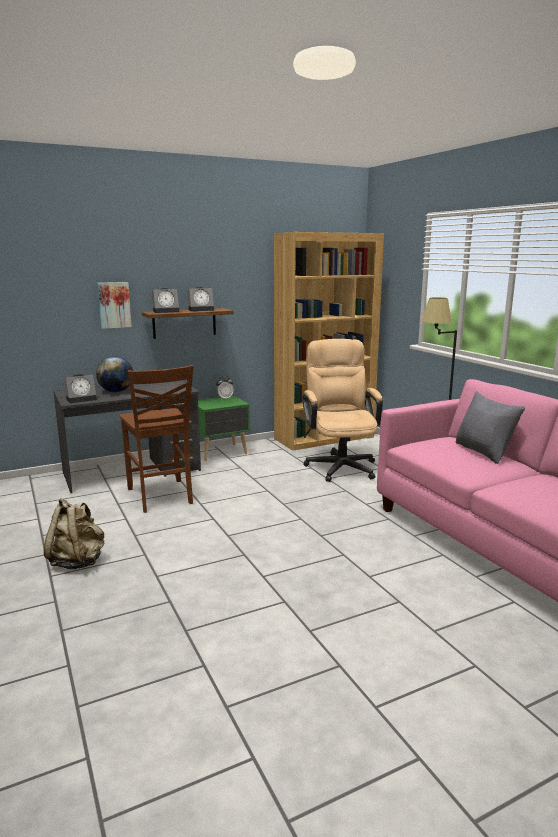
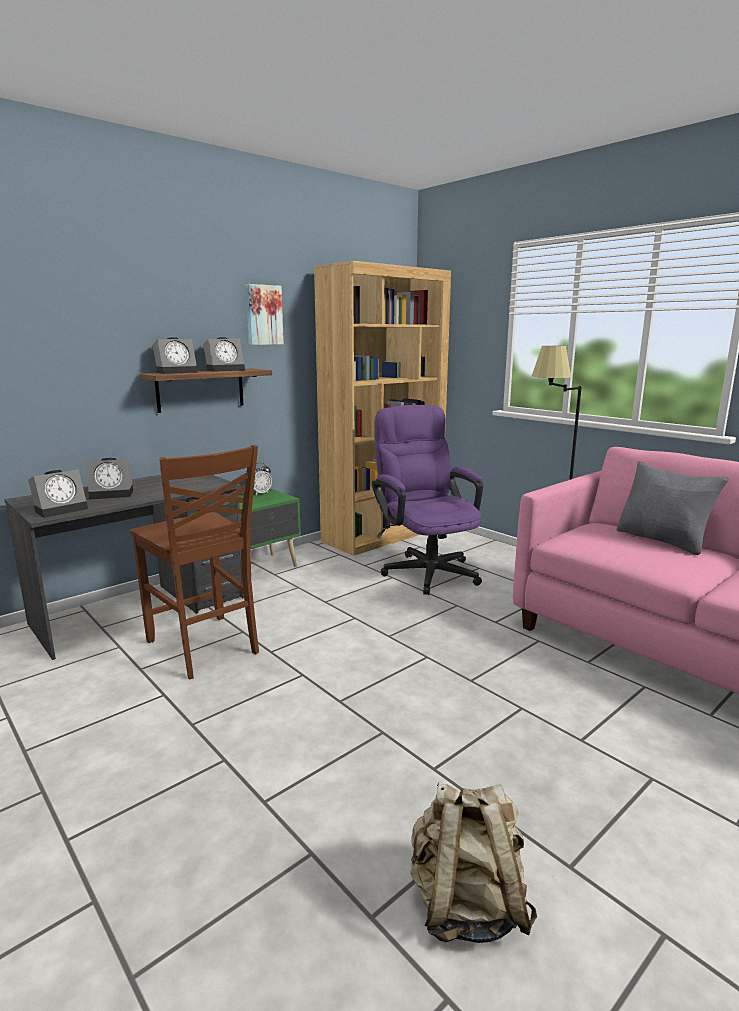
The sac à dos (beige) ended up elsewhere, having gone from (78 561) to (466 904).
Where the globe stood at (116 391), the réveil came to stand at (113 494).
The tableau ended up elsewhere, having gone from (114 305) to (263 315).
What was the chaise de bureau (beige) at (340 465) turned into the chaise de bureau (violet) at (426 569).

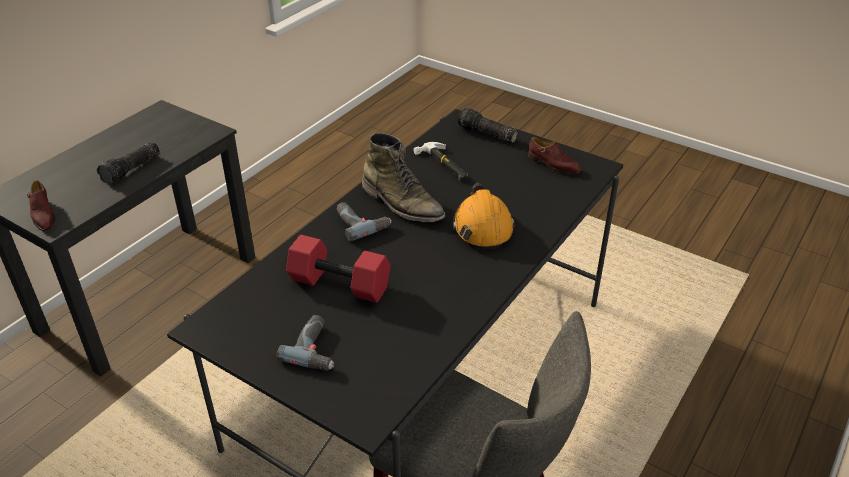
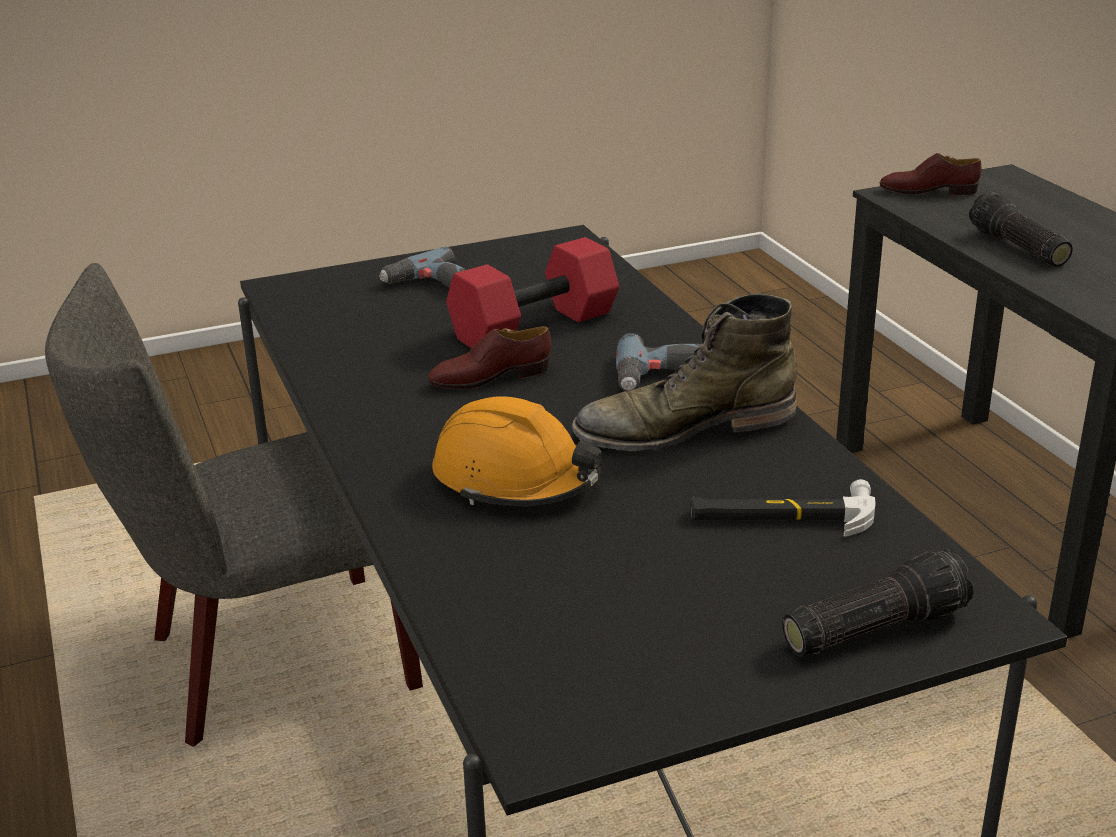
The chaussure (marron) ended up elsewhere, having gone from (553 165) to (490 377).

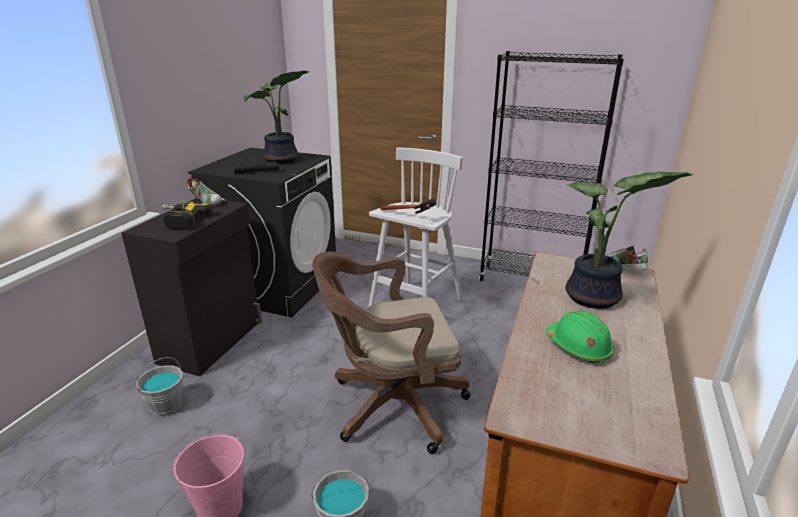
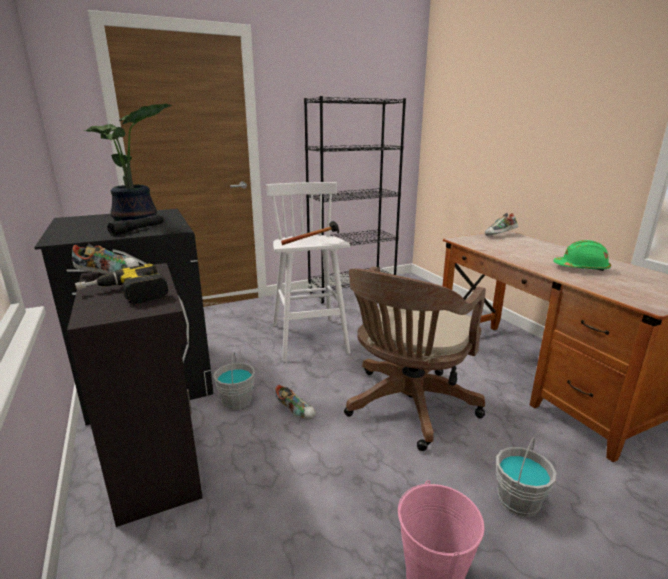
The seau (gris) ended up elsewhere, having gone from (166 405) to (236 401).
The second view lost the plante en pot at (595 299).
The second view gained the chaussure at (295 411).

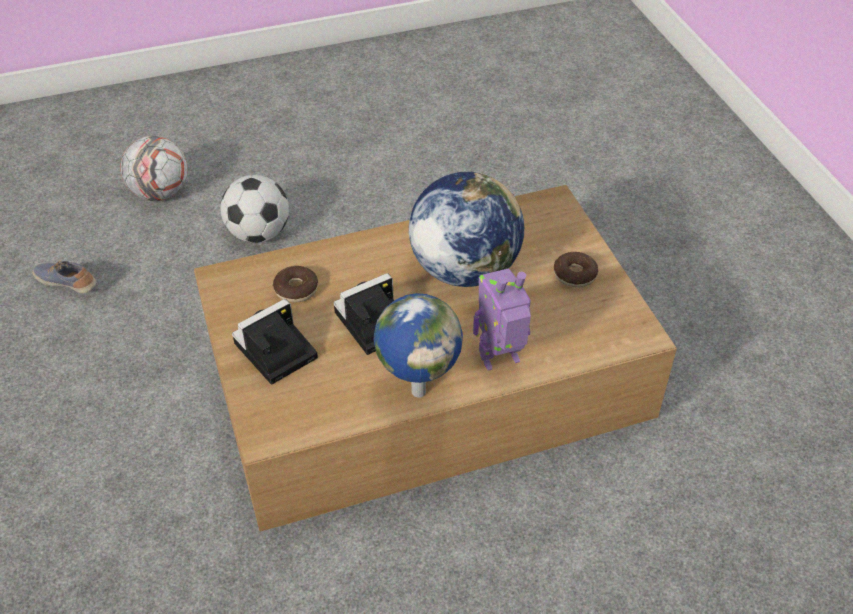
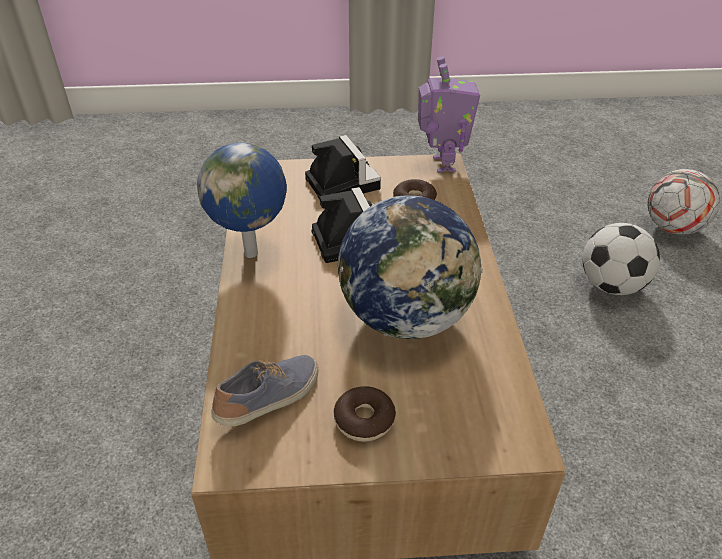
The chaussure ended up elsewhere, having gone from (67 283) to (270 399).
The robot jouet ended up elsewhere, having gone from (500 360) to (442 164).

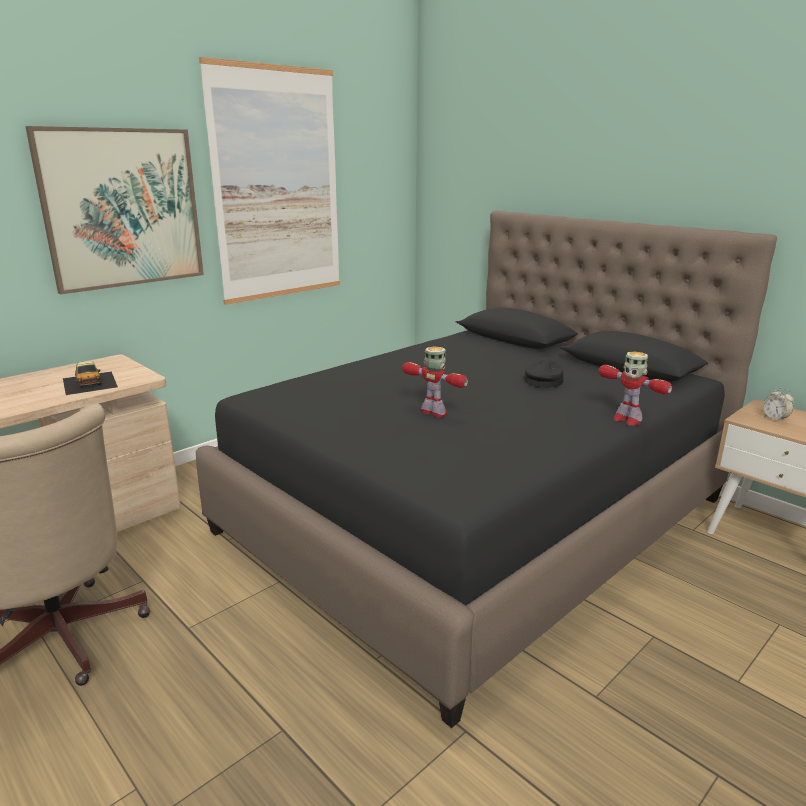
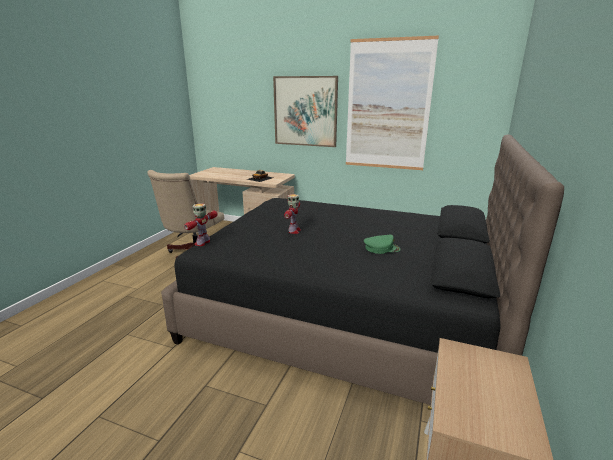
What was the casquette (noir) at (543 380) turned into the casquette (vert) at (381 248).
The robot jouet ended up elsewhere, having gone from (626 419) to (203 243).
The second view lost the réveil at (775 418).

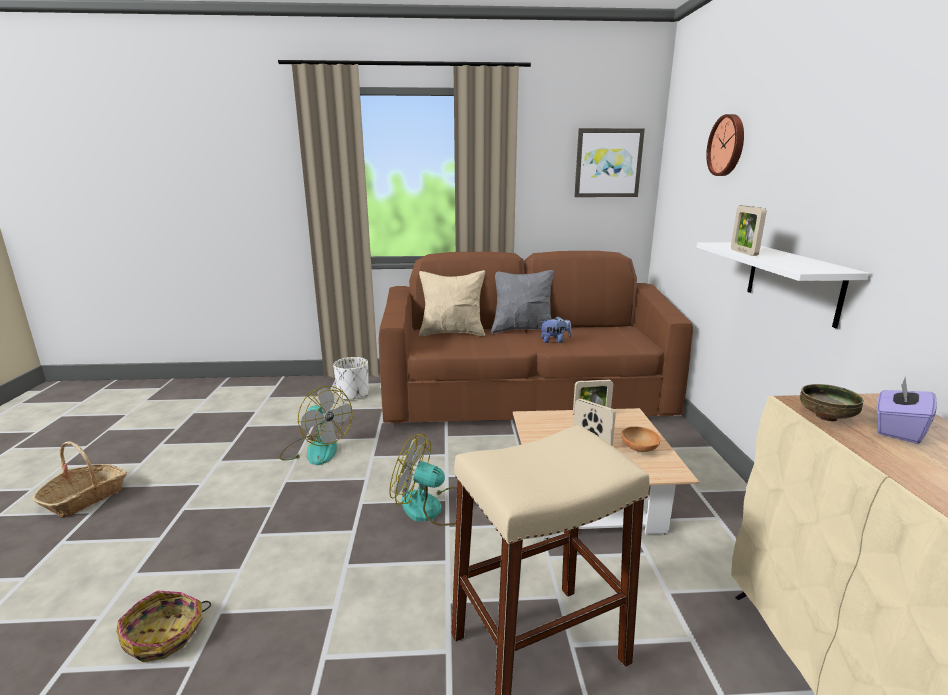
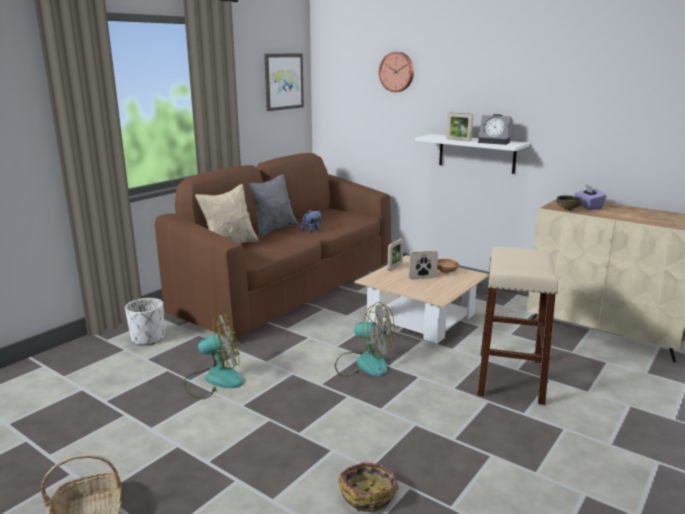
The ventilateur at (431 508) ended up facing another way, 120 degrees counterclockwise from before.
The second view gained the réveil at (495 142).

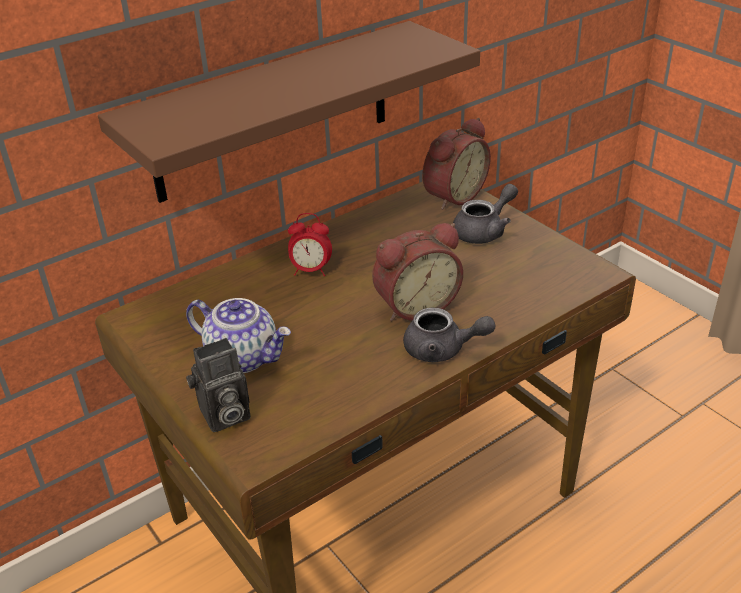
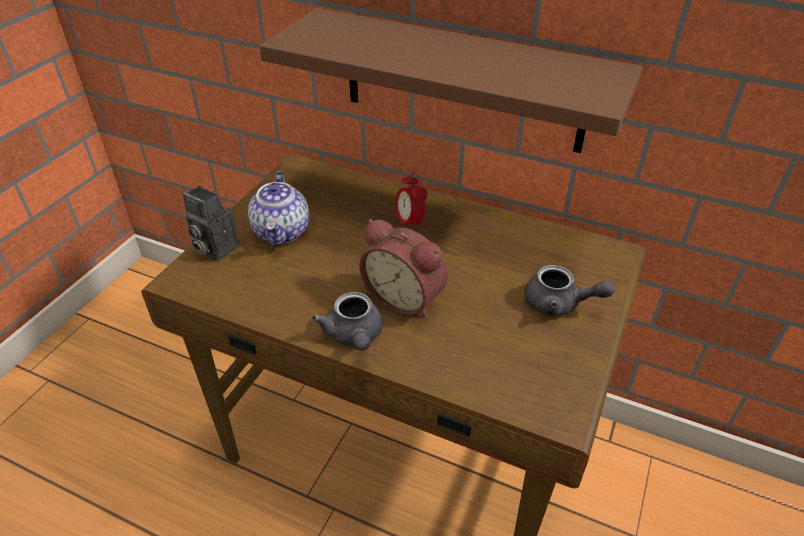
The second view lost the réveil at (452 196).

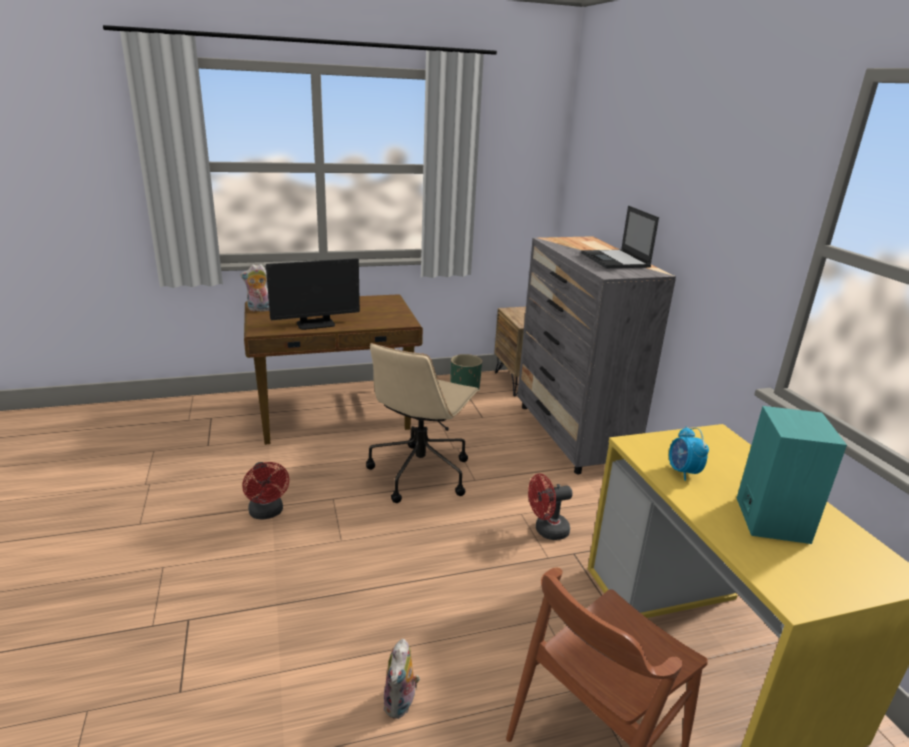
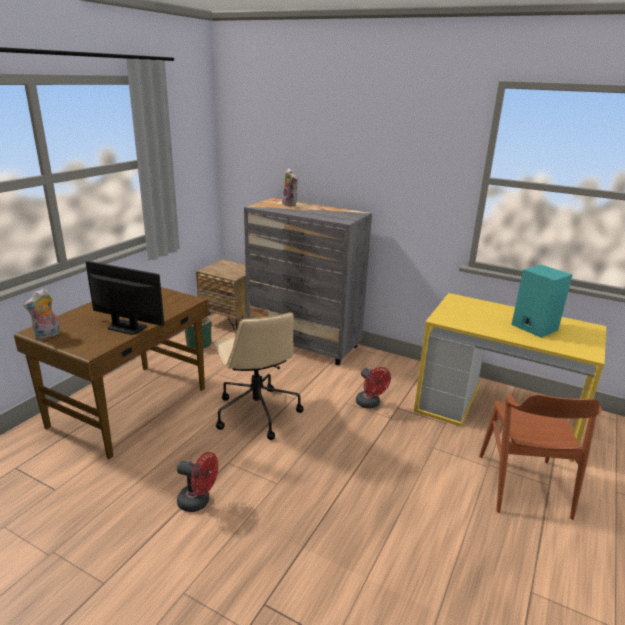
The écran d'ordinateur at (315 324) ended up facing another way, 90 degrees counterclockwise from before.
The peluche ended up elsewhere, having gone from (401 704) to (290 204).
The ventilateur (rouge) at (546 531) ended up facing another way, 60 degrees counterclockwise from before.
The second view lost the ordinateur portable at (615 260).
The second view lost the réveil at (683 472).

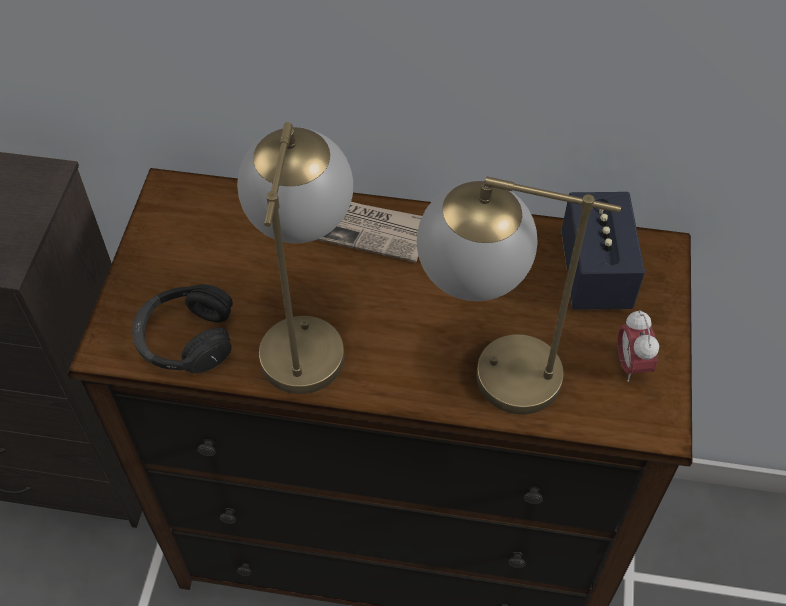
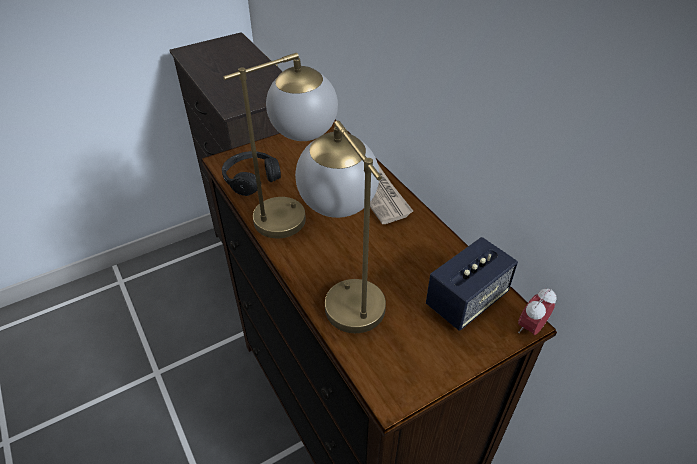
The réveil ended up elsewhere, having gone from (631 364) to (531 328).

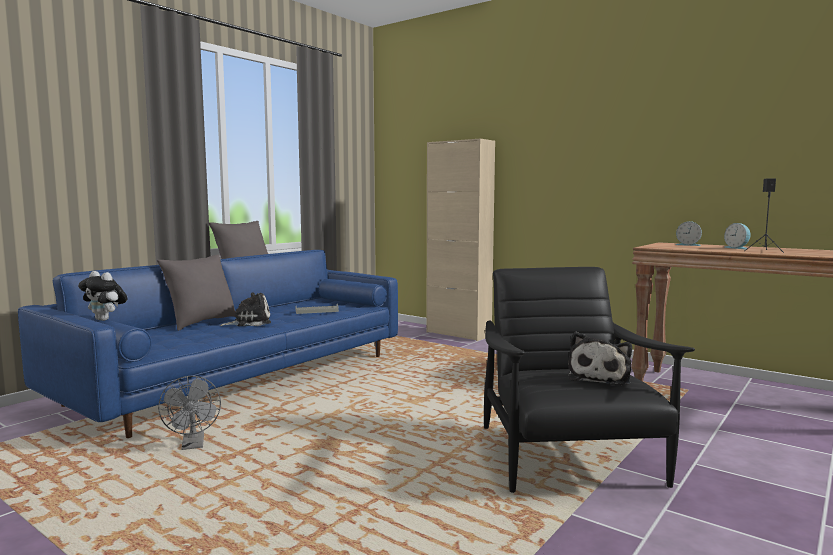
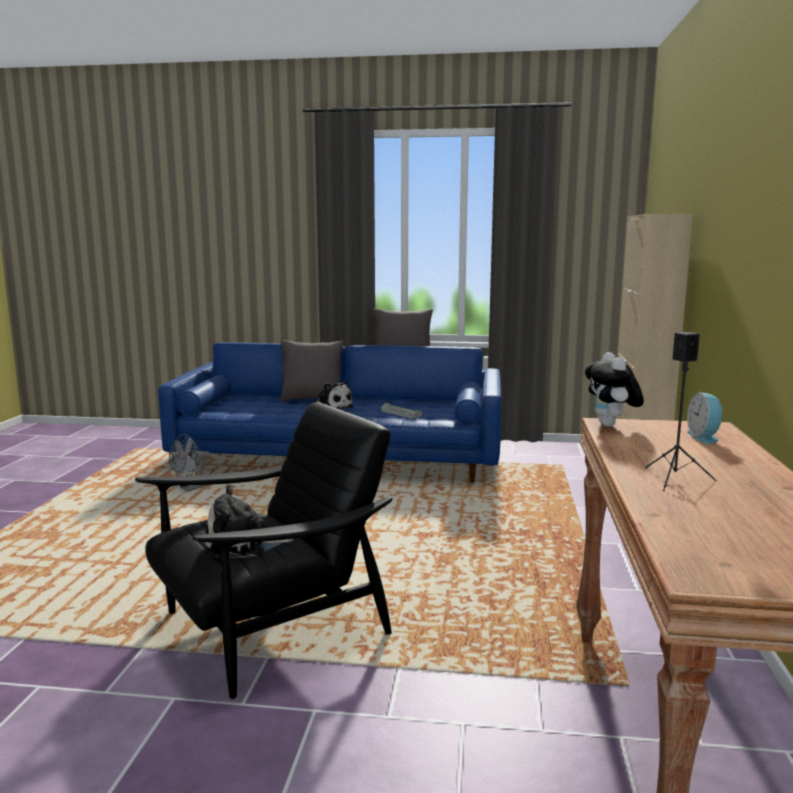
The peluche ended up elsewhere, having gone from (105 319) to (611 425).
The second view lost the réveil at (737 248).

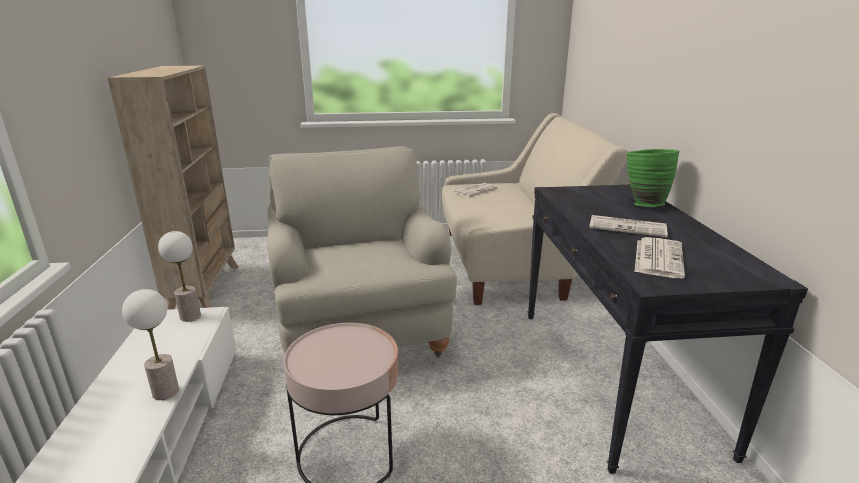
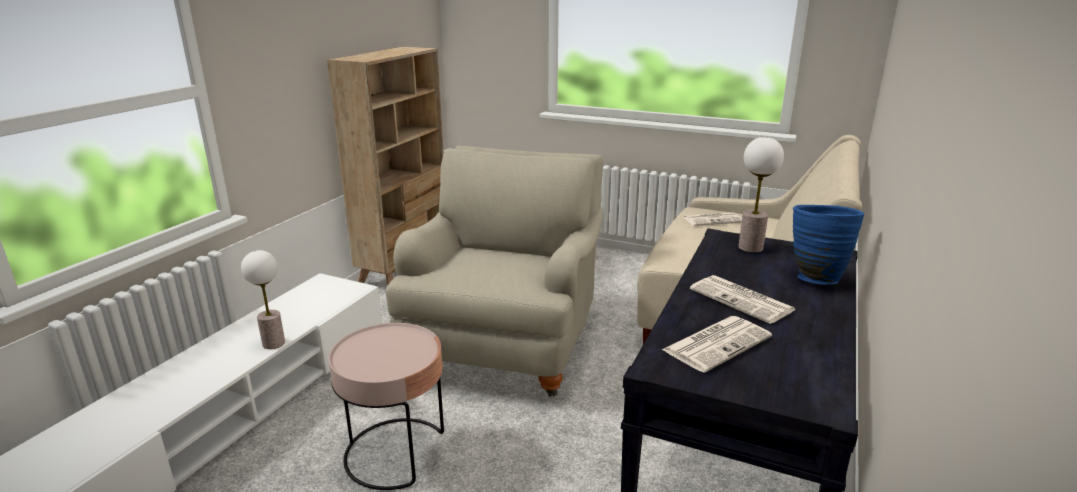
The lampe de table ended up elsewhere, having gone from (190 316) to (750 247).
What was the vase (vert) at (643 204) turned into the vase (bleu) at (814 277).

